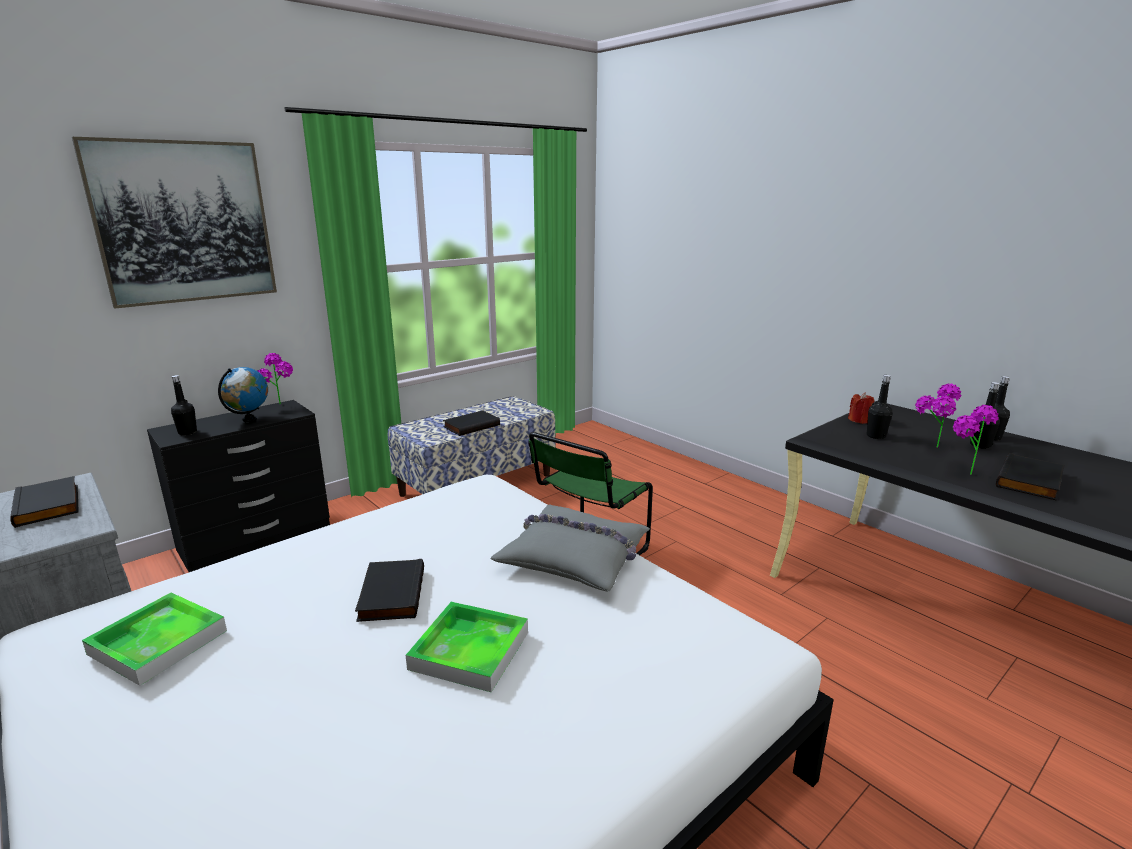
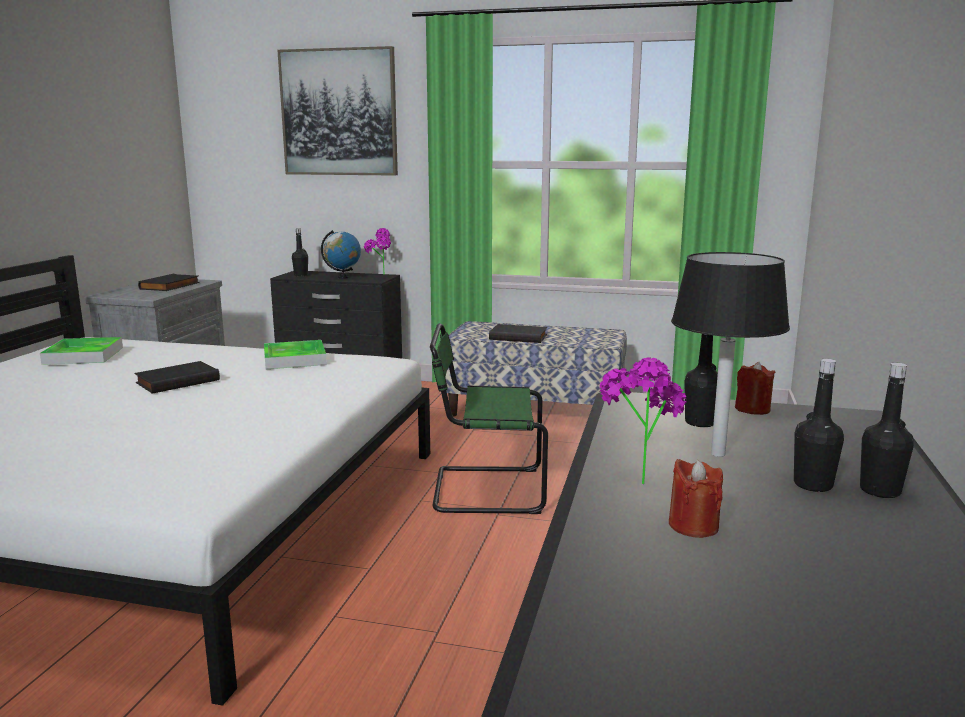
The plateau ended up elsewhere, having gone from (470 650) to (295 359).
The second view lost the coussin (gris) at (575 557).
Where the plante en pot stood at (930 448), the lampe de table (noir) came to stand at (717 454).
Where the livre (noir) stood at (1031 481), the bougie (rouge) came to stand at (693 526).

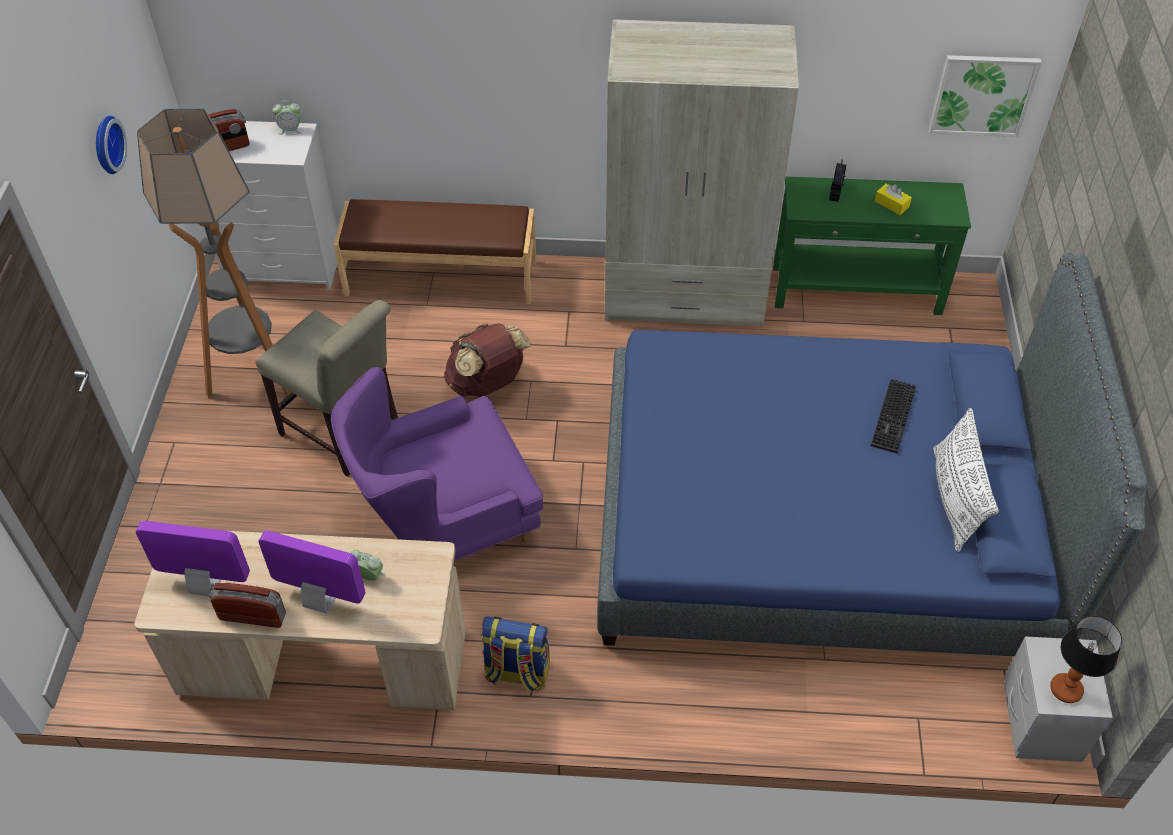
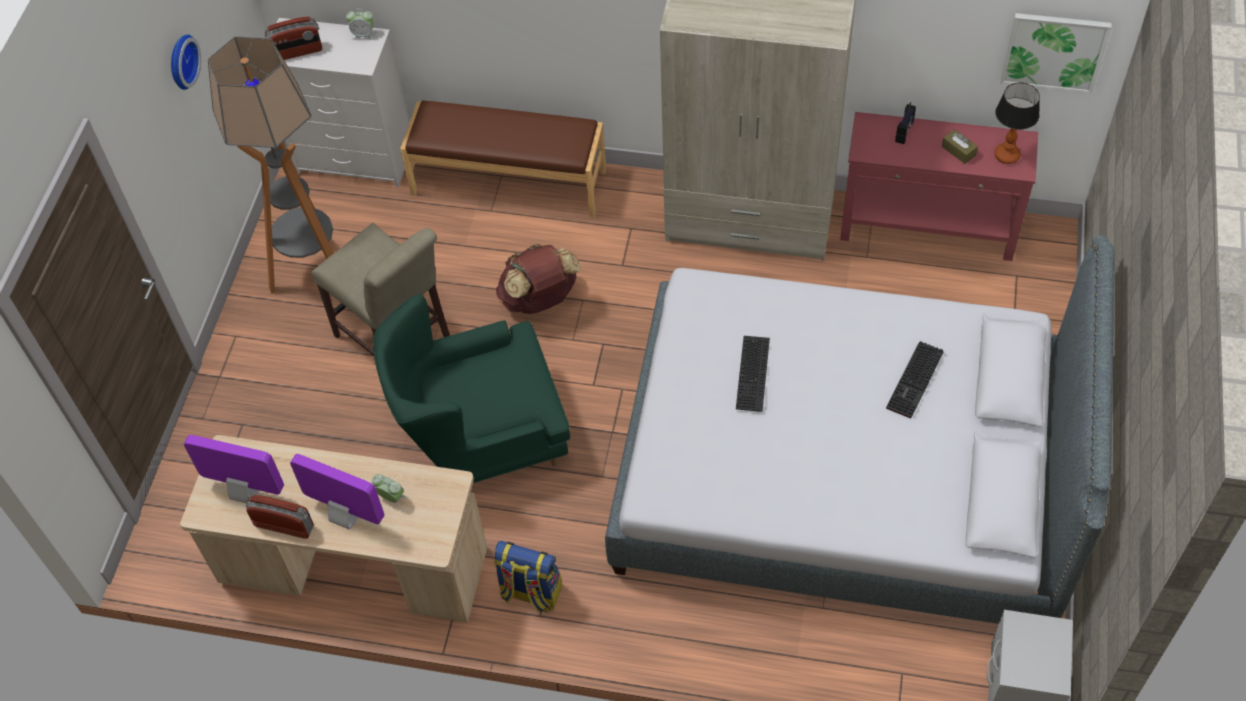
What was the fauteuil (violet) at (445 518) turned into the fauteuil (vert) at (482 435).
What was the lit (bleu) at (821 525) turned into the lit (gris) at (844 474).
What was the table console (vert) at (857 291) turned into the table console (rouge) at (928 227).
What was the boîte à mouchoirs (jaune) at (891 204) turned into the boîte à mouchoirs (marron) at (958 151).
The second view lost the coussin (blanc) at (954 499).
The lampe de table ended up elsewhere, having gone from (1065 690) to (1006 156).
The second view gained the clavier at (754 374).

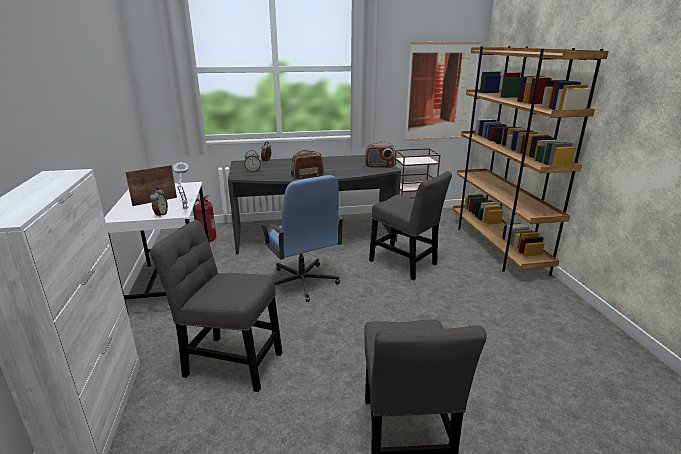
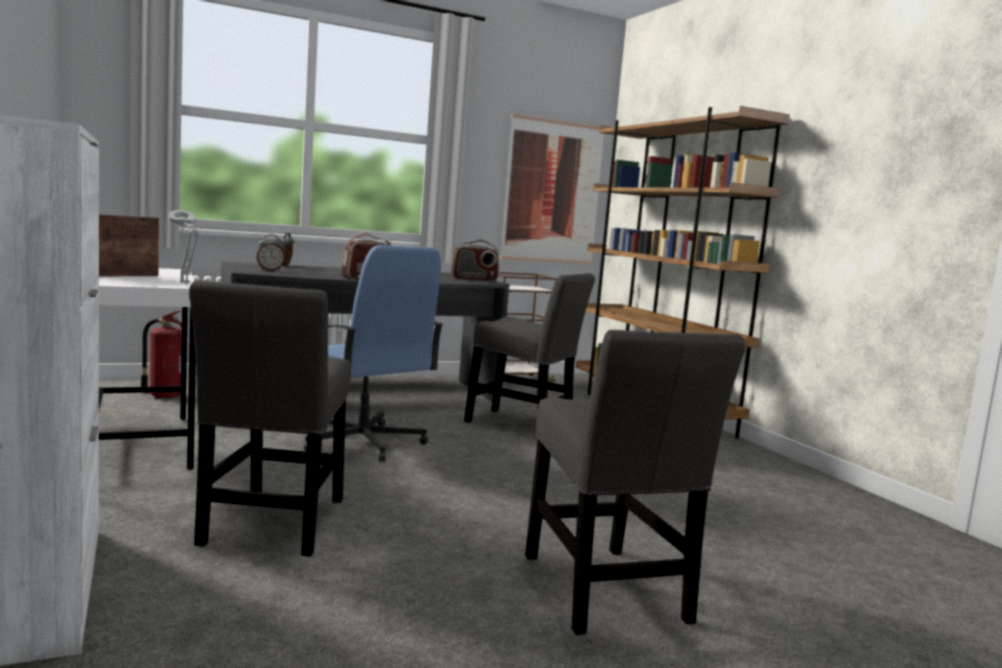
The second view lost the réveil at (160 214).
The chaise (gris) at (229 362) ended up facing another way, 90 degrees counterclockwise from before.

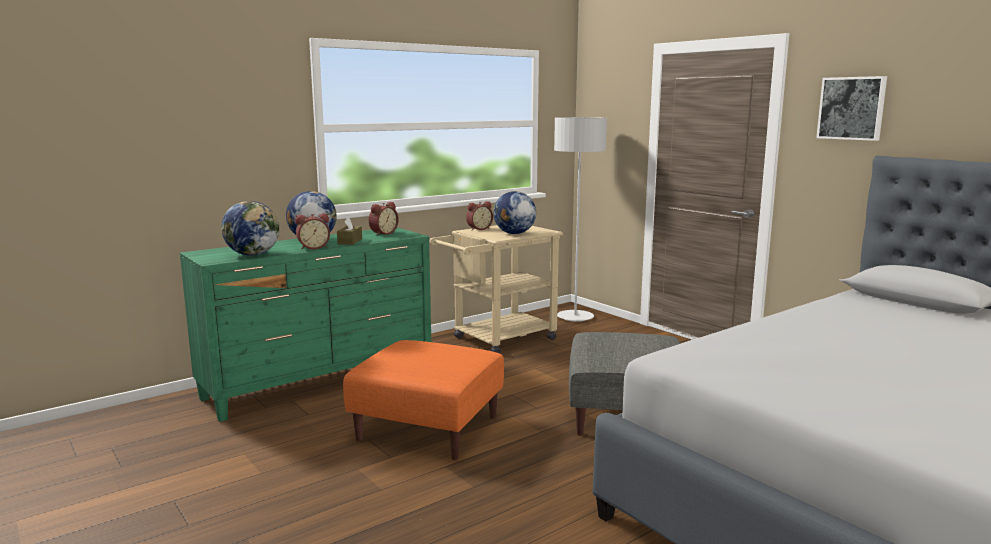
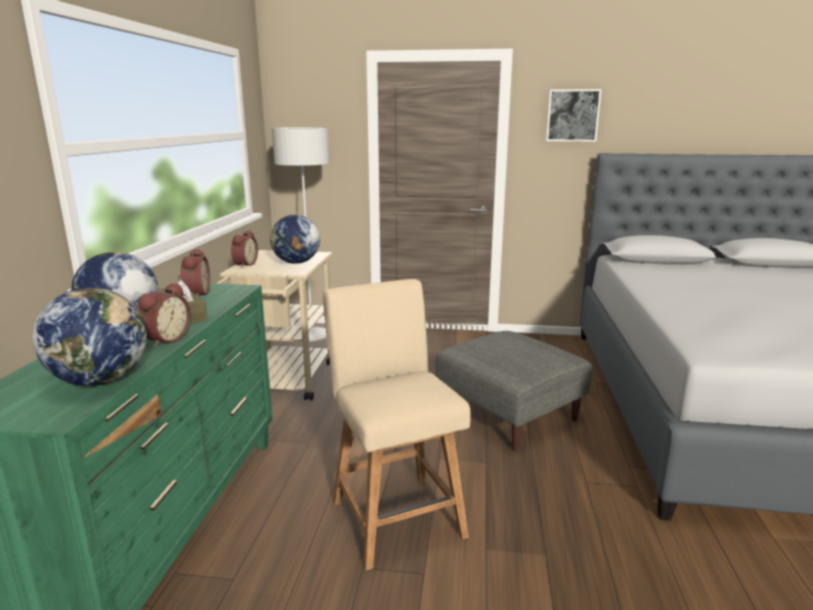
Where the pouf (orange) stood at (429 427), the chaise (beige) came to stand at (395 514).

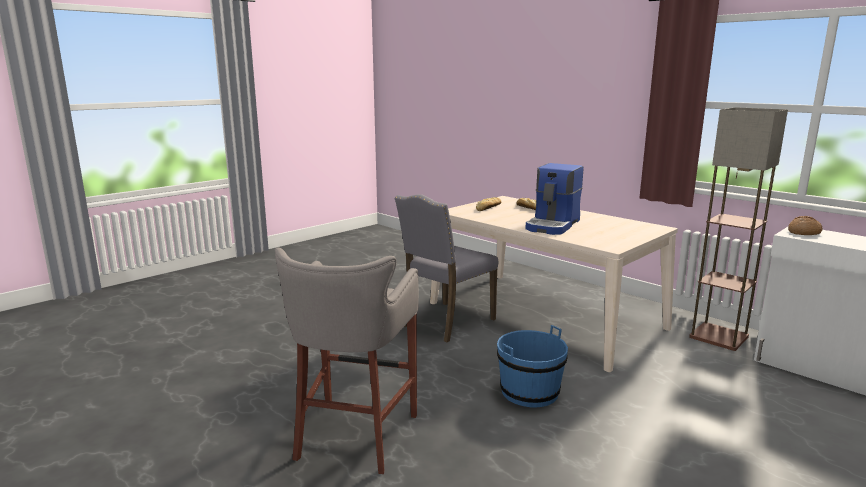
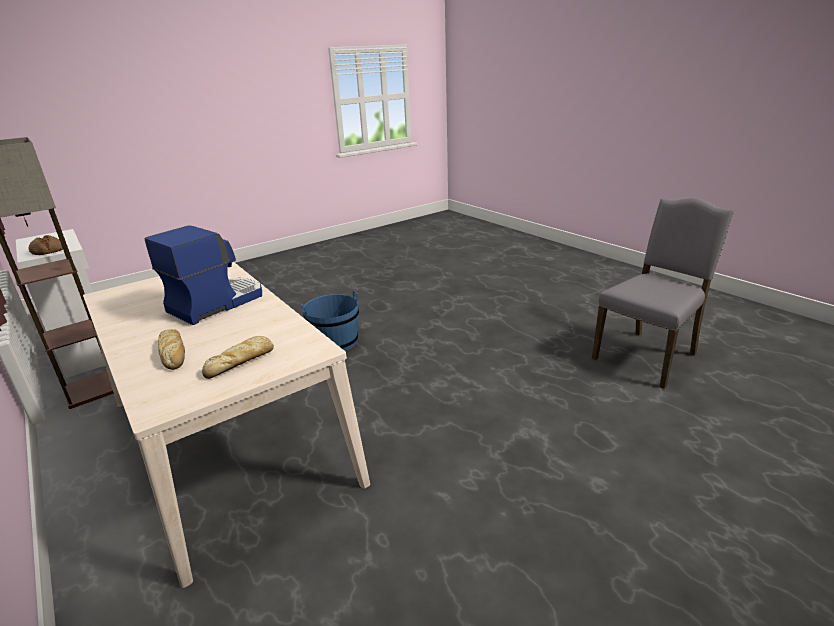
The second view lost the tabouret (gris) at (354 437).
The chaise (gris) ended up elsewhere, having gone from (446 322) to (648 356).

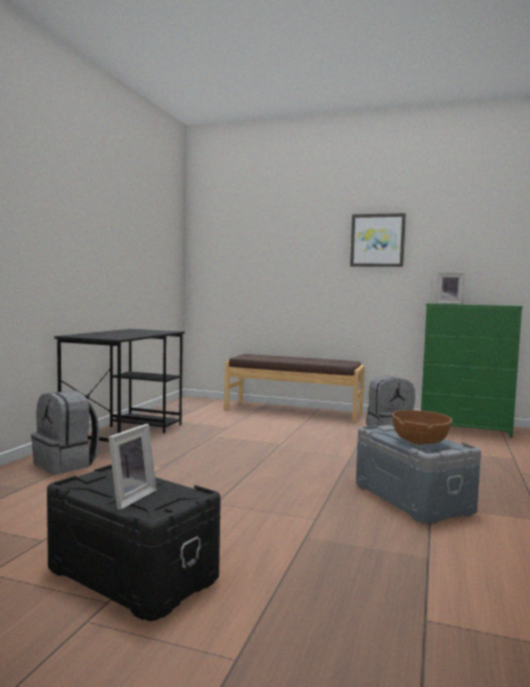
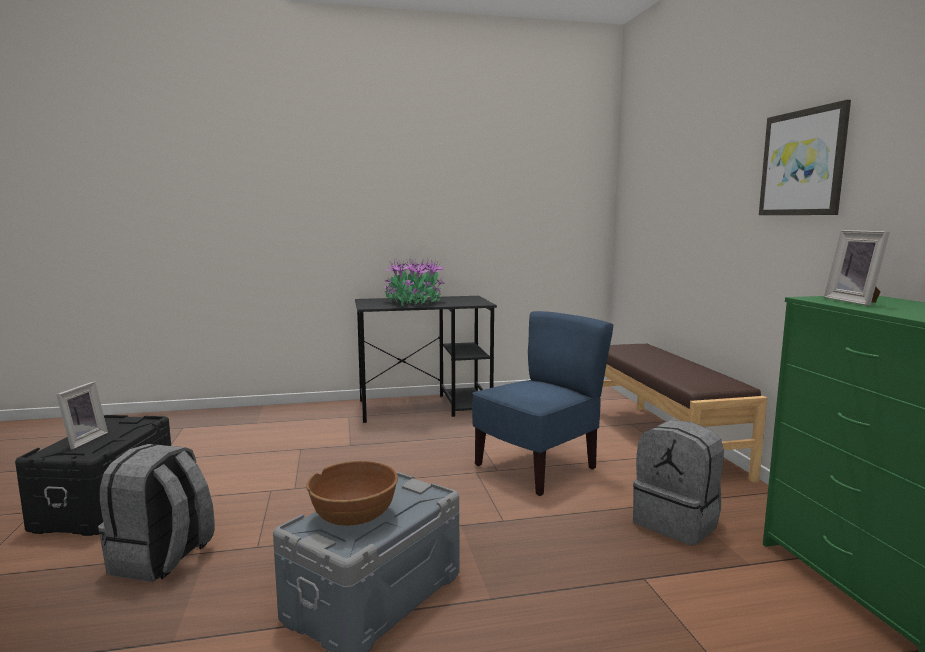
The sac à dos (gris) ended up elsewhere, having gone from (66 464) to (162 559).
The cadre photo at (129 498) ended up facing another way, 75 degrees counterclockwise from before.
The second view gained the plante en pot at (413 302).
The second view gained the chaise (bleu) at (537 468).

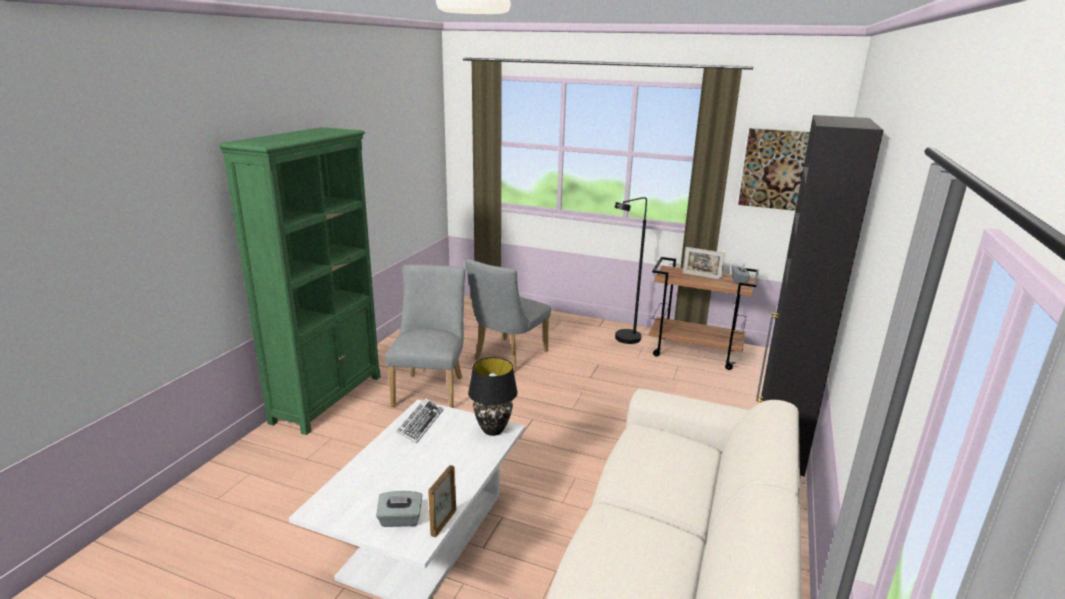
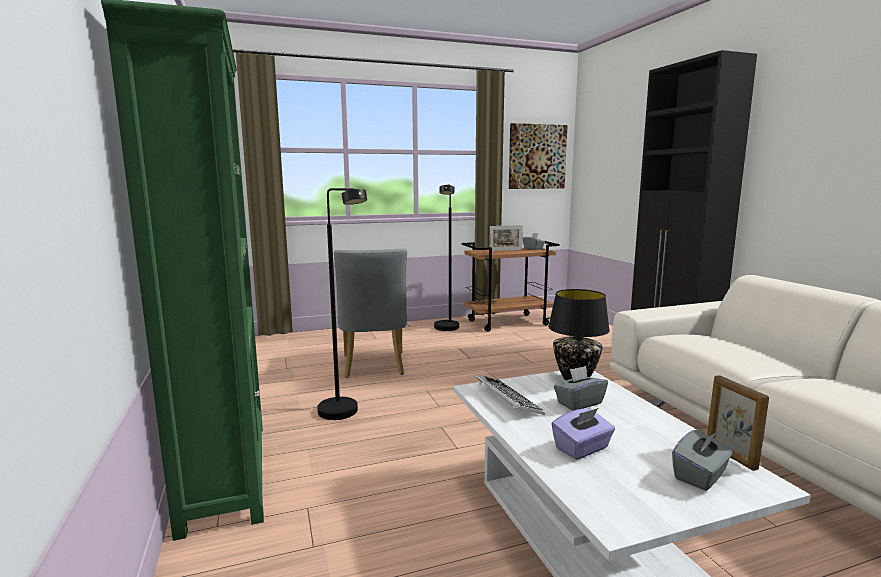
Where the chaise (gris) stood at (431 389), the lampadaire (noir) came to stand at (344 415).
The second view gained the boîte à mouchoirs (violet) at (582 448).
The second view gained the boîte à mouchoirs (gris) at (579 403).

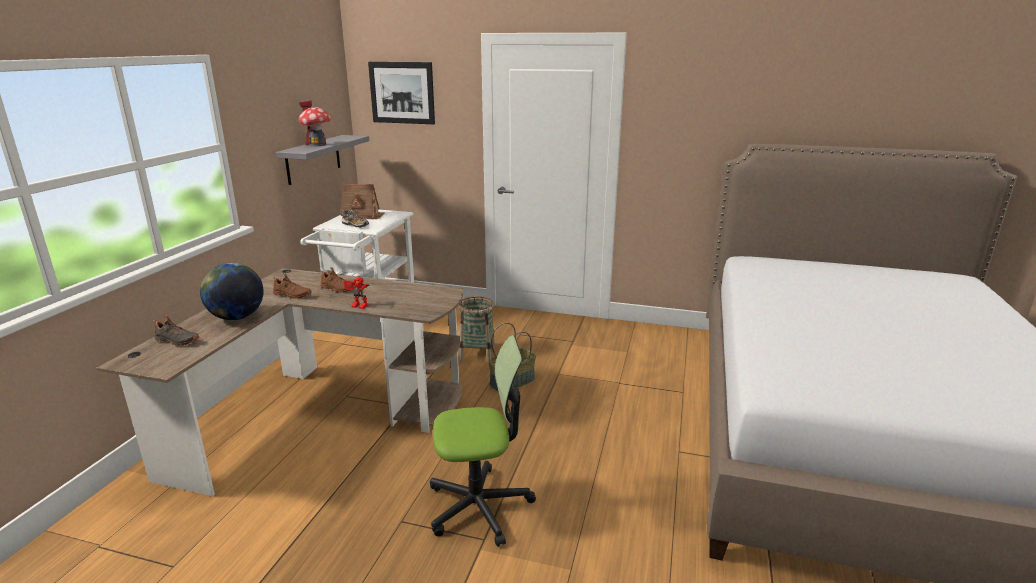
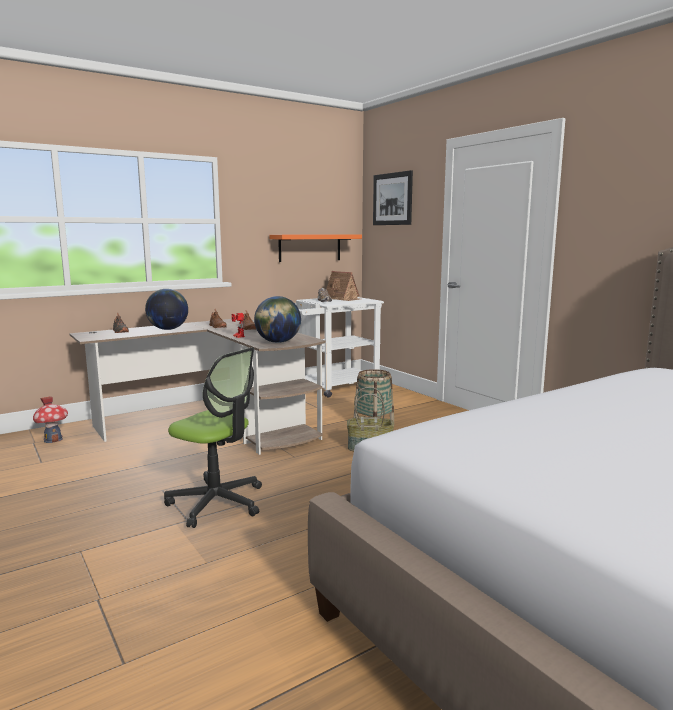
What was the étagère (gris) at (313 159) turned into the étagère (orange) at (310 247).
The maison miniature ended up elsewhere, having gone from (317 145) to (53 439).
The second view gained the globe at (278 342).

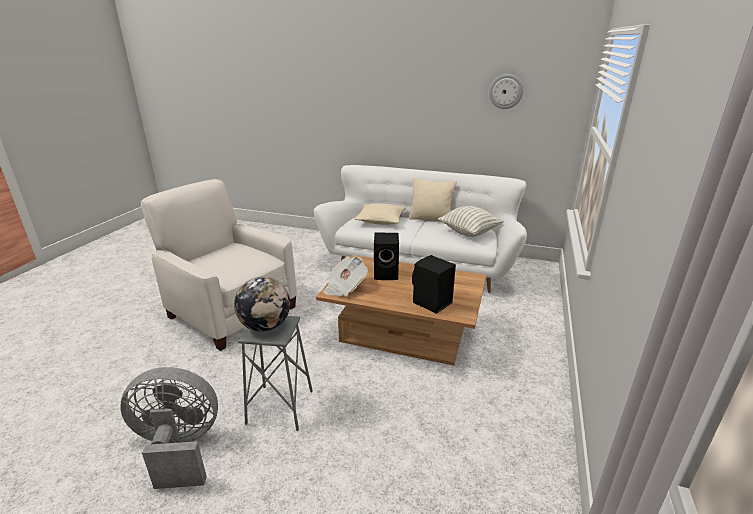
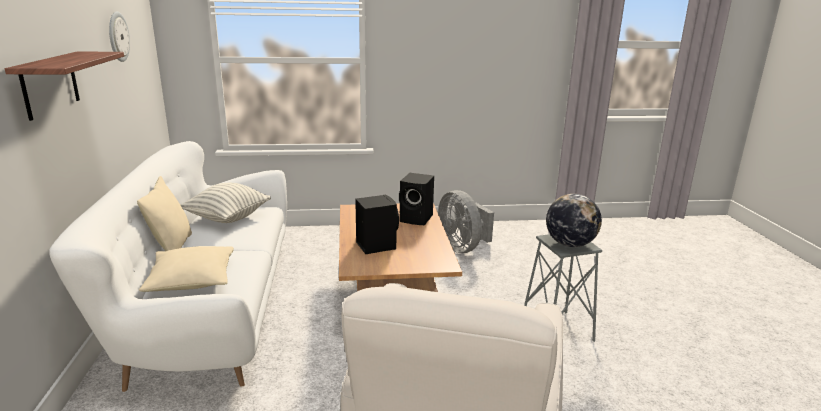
The ventilateur (gris) ended up elsewhere, having gone from (179 448) to (462 247).
The second view lost the journal at (344 287).
The second view gained the étagère at (50 84).

